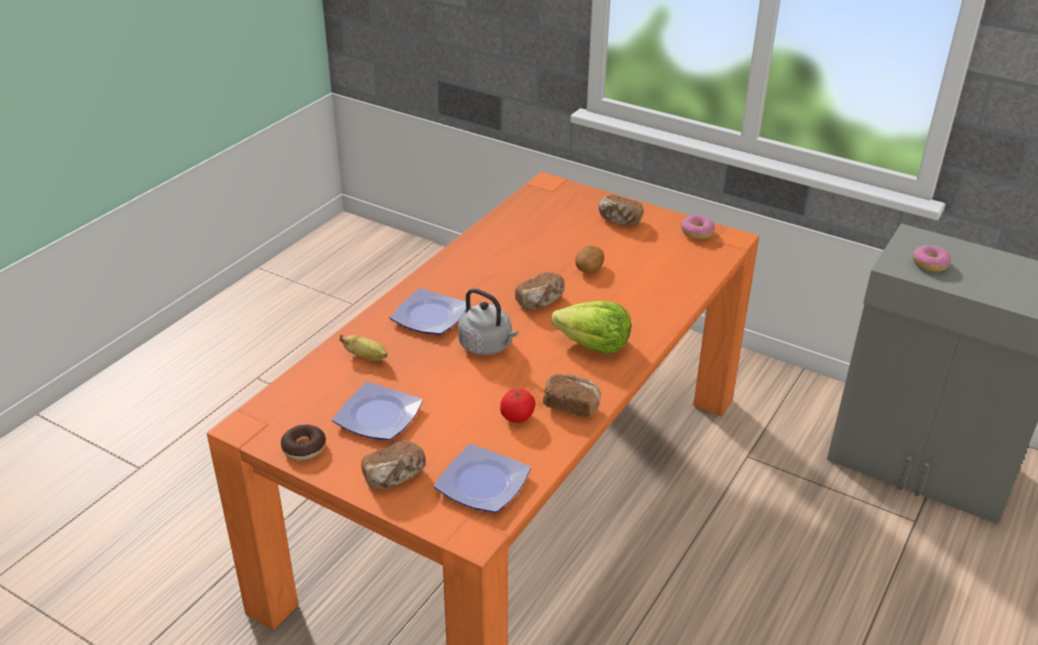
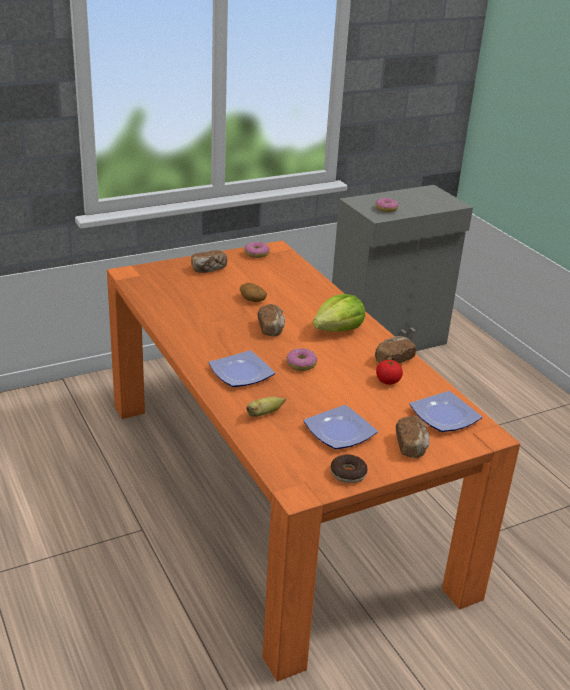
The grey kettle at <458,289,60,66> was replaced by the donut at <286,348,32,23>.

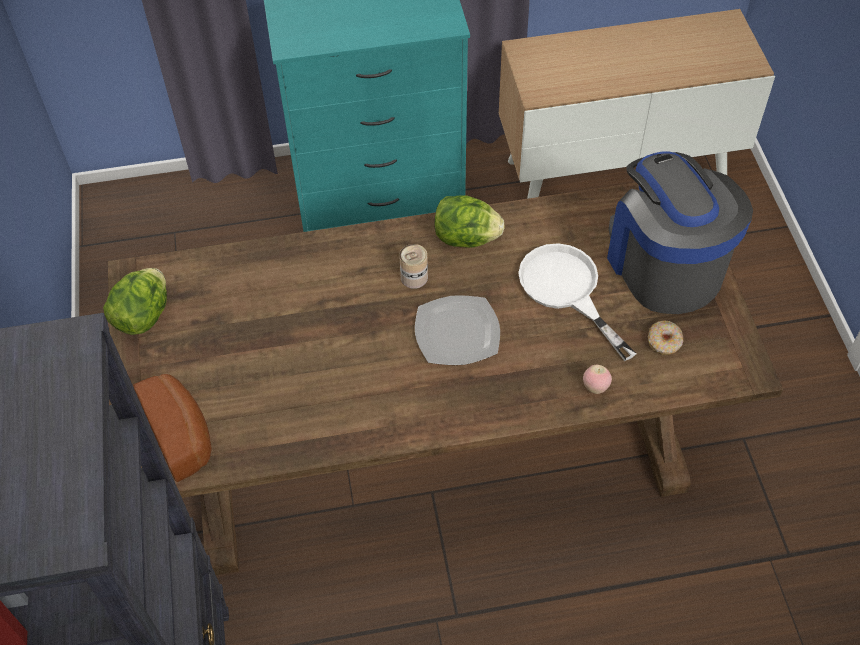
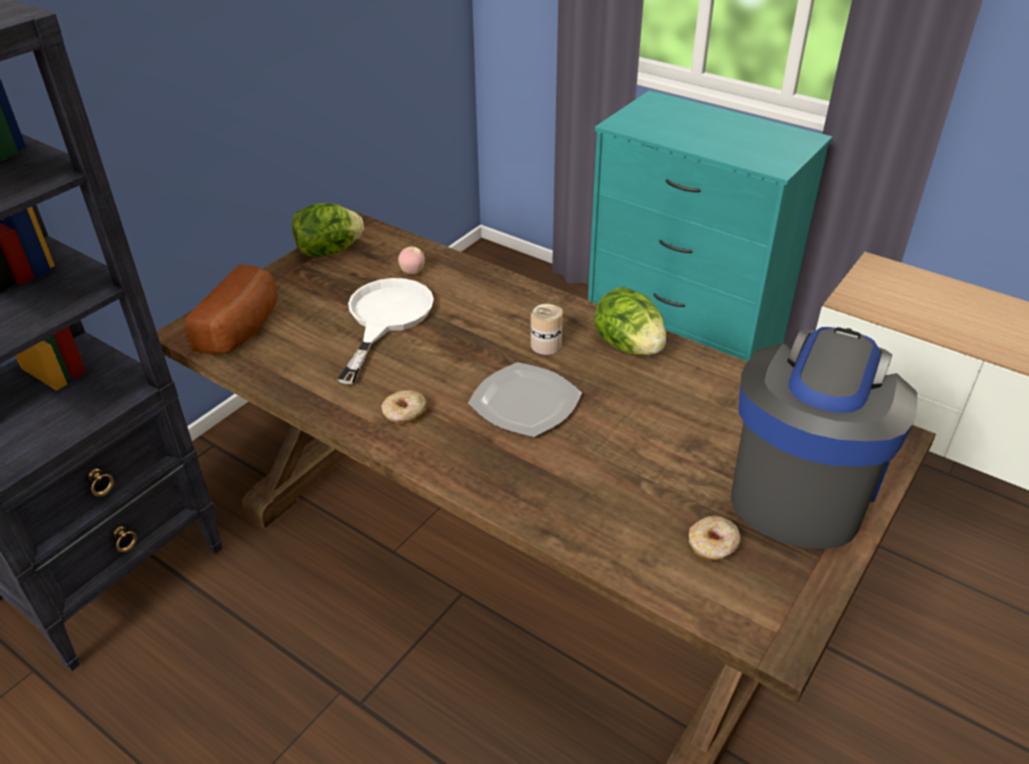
The donut at <381,390,46,34> appeared.
The white frying pan moved from <518,243,119,118> to <338,278,96,106>.
The apple moved from <583,365,29,29> to <398,247,27,28>.

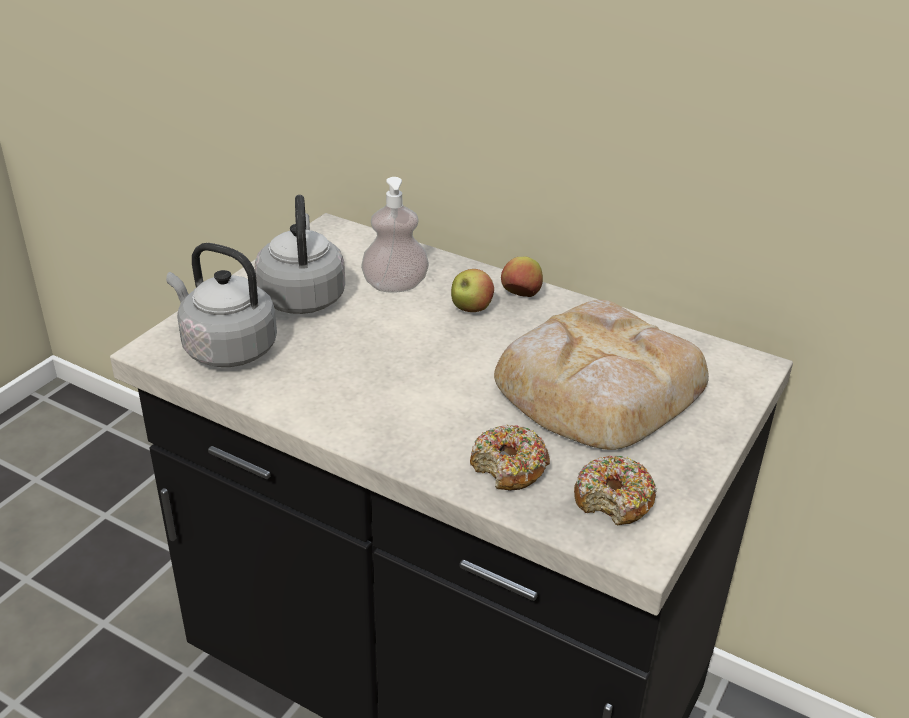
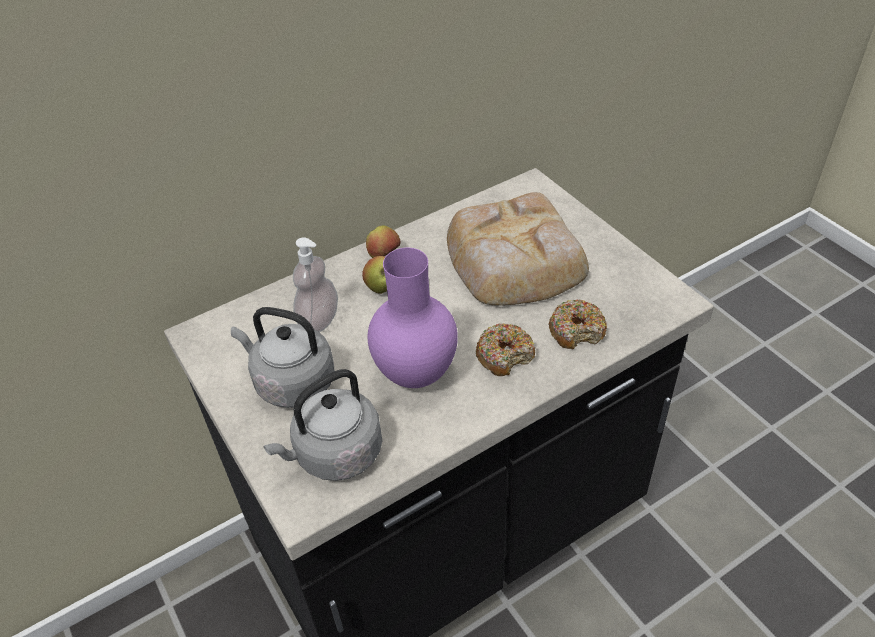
The purple vase at <368,248,90,140> appeared.
The donut moved from <574,455,84,70> to <476,323,59,53>.

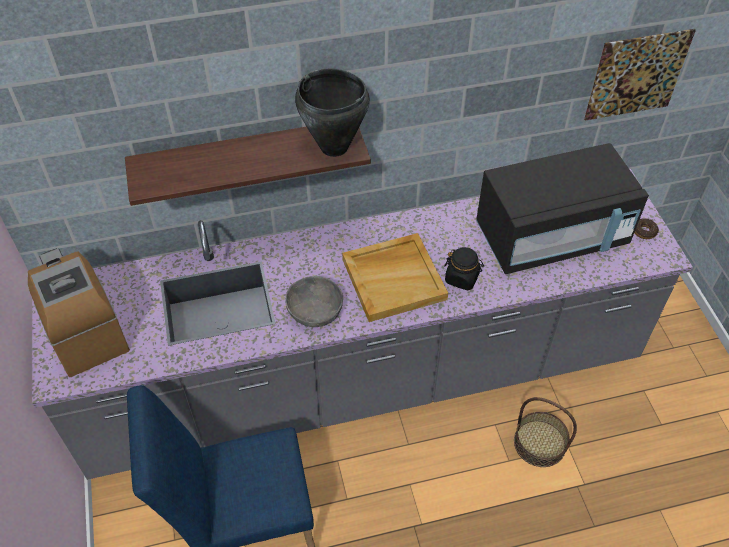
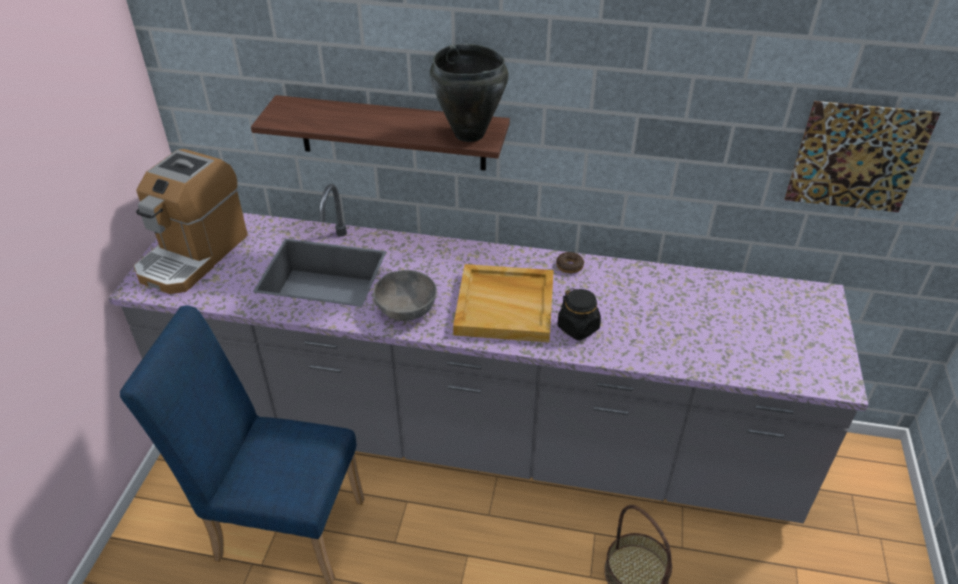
The black microwave at <476,143,173,131> disappeared.
The donut moved from <634,218,25,21> to <556,252,28,21>.
The coffee machine at <28,248,102,129> turned 150 degrees counterclockwise.

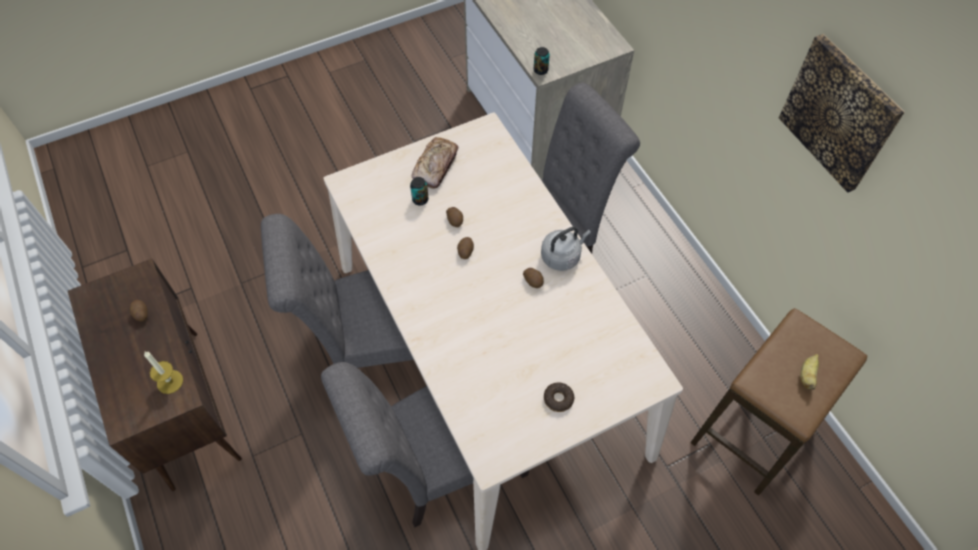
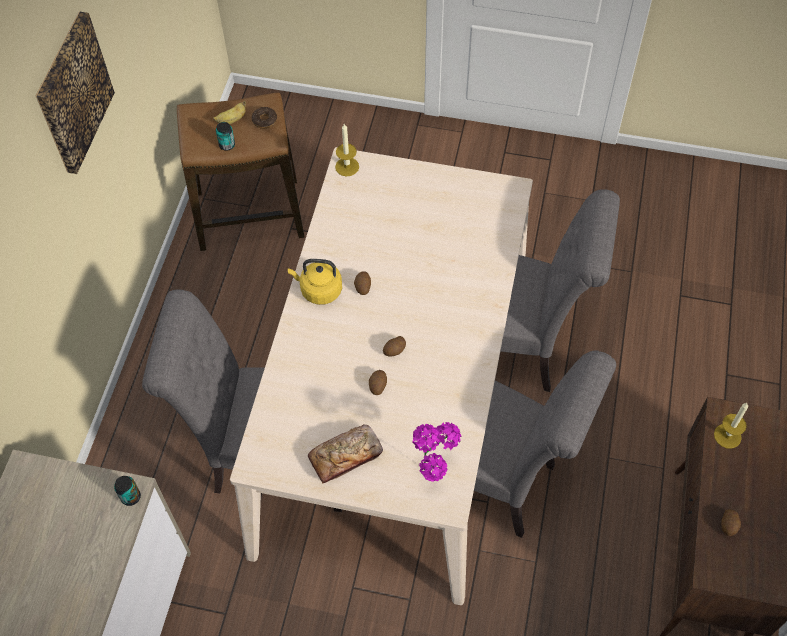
The candle at <335,124,24,52> appeared.
The potted plant at <412,422,49,60> appeared.
The can moved from <410,177,19,28> to <216,122,19,29>.
The donut moved from <544,383,30,29> to <252,107,25,22>.
The grey kettle at <541,227,50,44> became the yellow kettle at <288,259,54,46>.

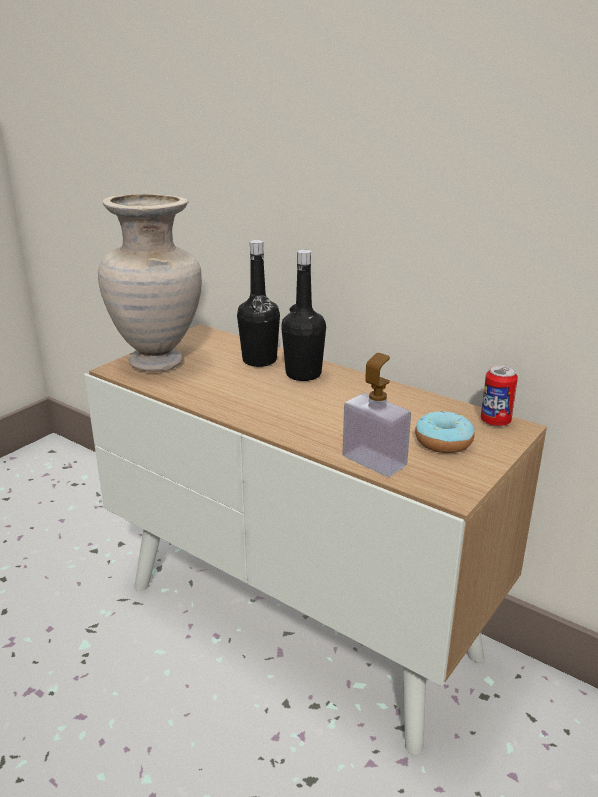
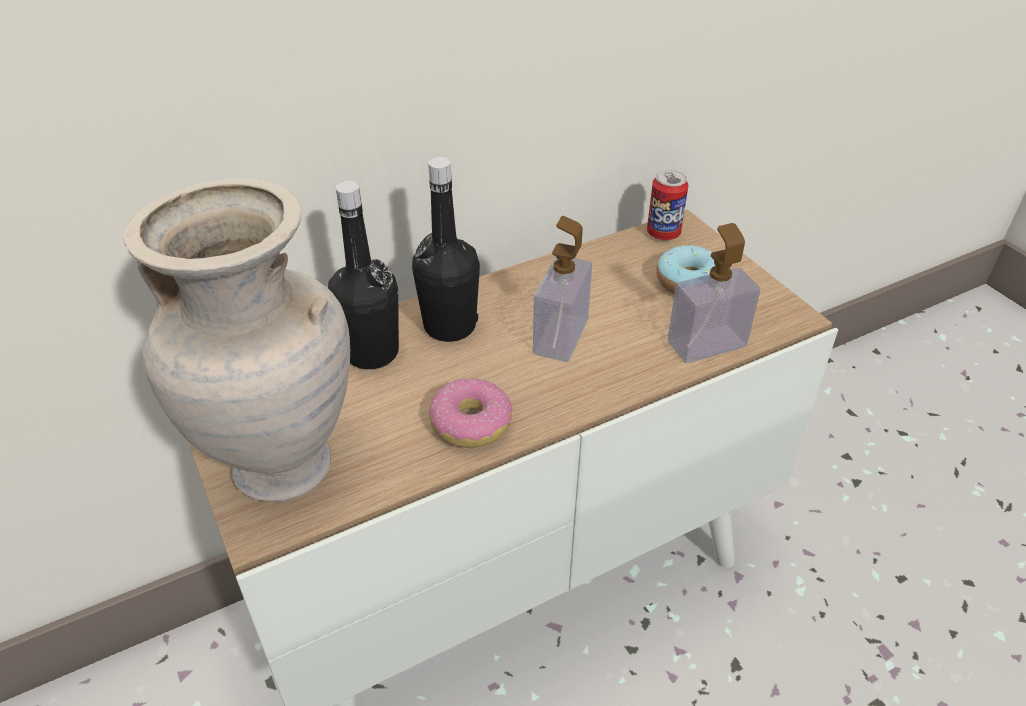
The donut at <429,378,84,70> appeared.
The soap dispenser at <533,216,59,146> appeared.

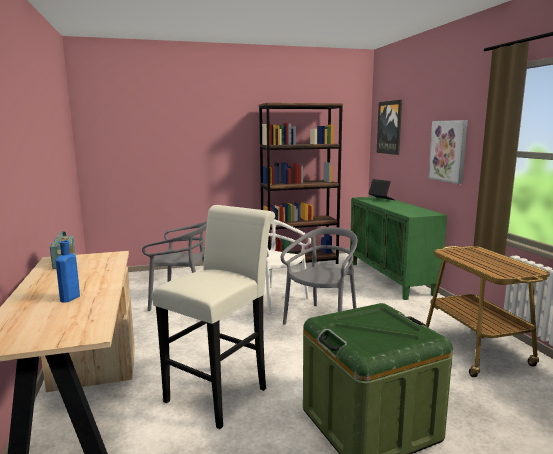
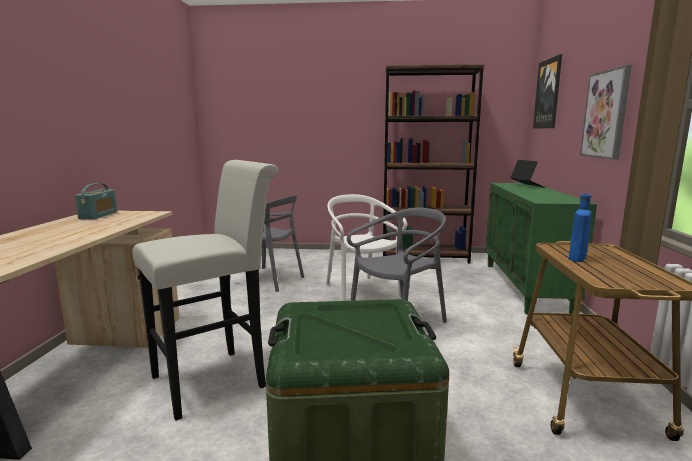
The blue bottle moved from <56,240,24,63> to <569,194,23,68>.

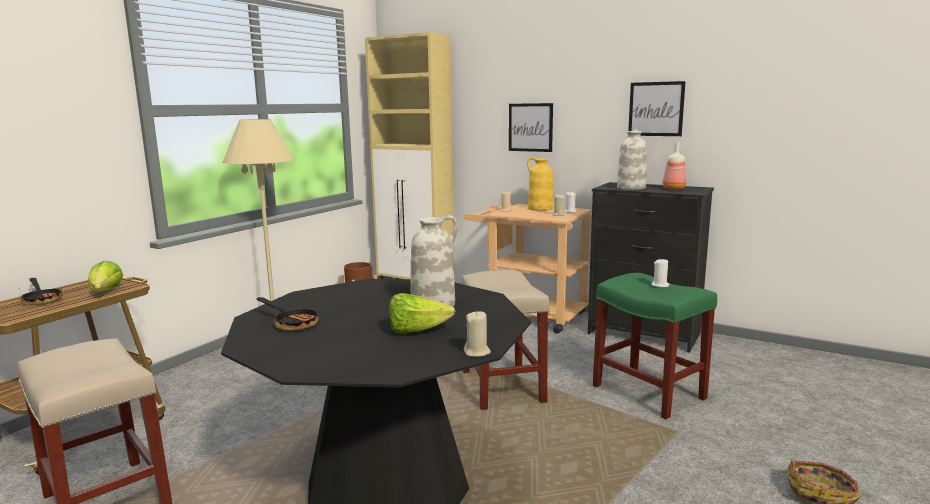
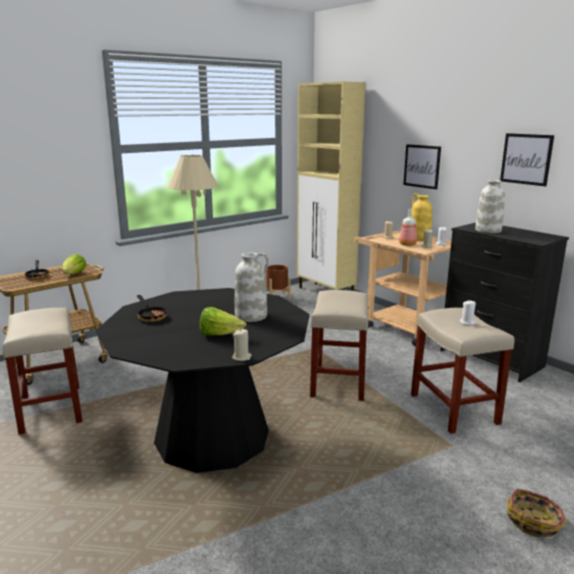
The bottle moved from <663,142,23,48> to <399,209,18,37>.
The green stool at <593,273,124,146> became the beige stool at <411,308,103,126>.

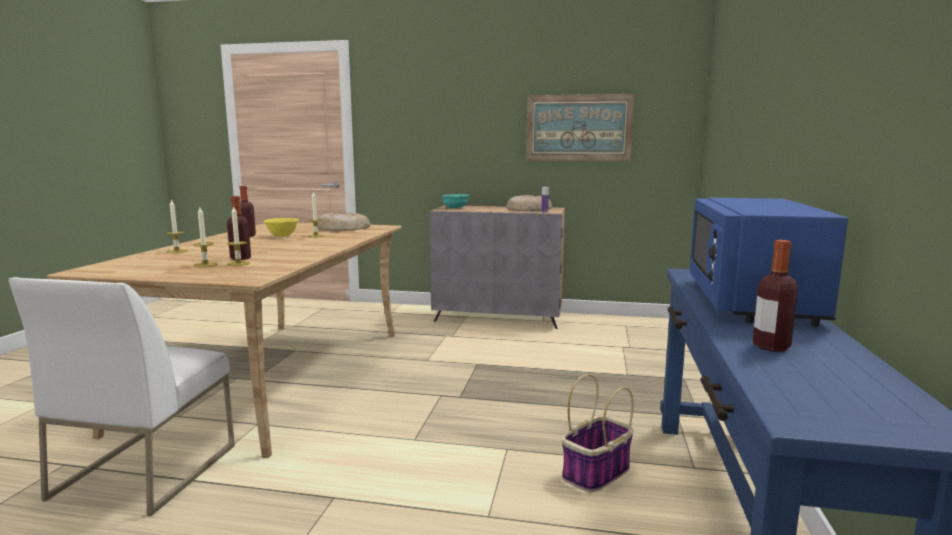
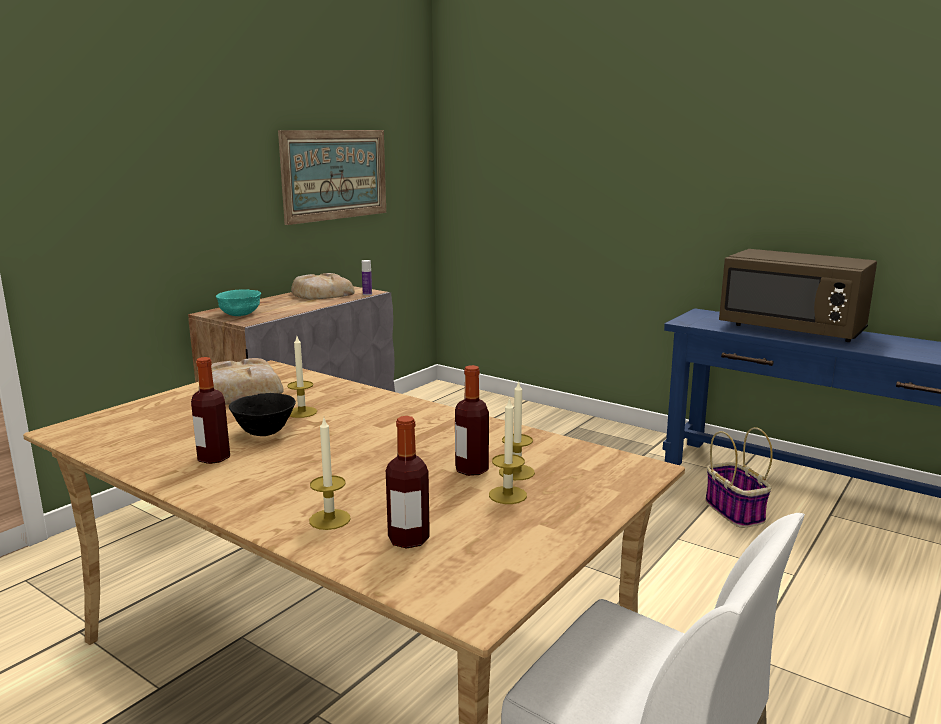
The bottle moved from <752,240,46,111> to <386,416,44,133>.
The yellow bowl at <264,218,35,19> became the black bowl at <229,393,67,43>.
The blue microwave at <690,198,158,129> became the brown microwave at <719,249,158,93>.

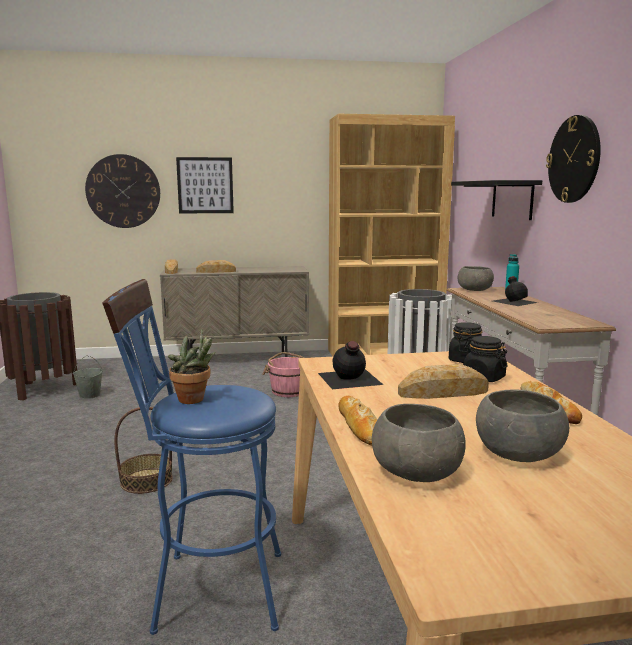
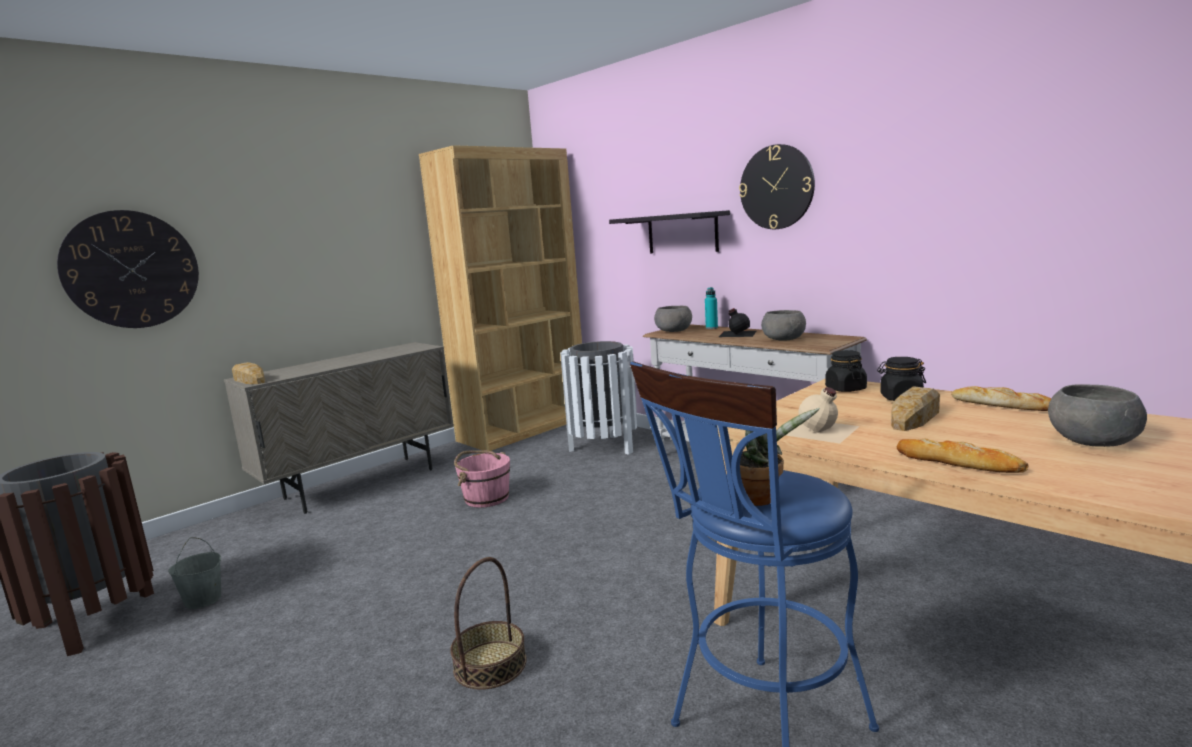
The picture at <176,157,58,56> disappeared.
The bread at <196,260,40,13> disappeared.
The grey bowl moved from <372,404,94,78> to <761,310,45,30>.
The black bottle at <318,341,65,48> became the beige bottle at <786,387,74,57>.

